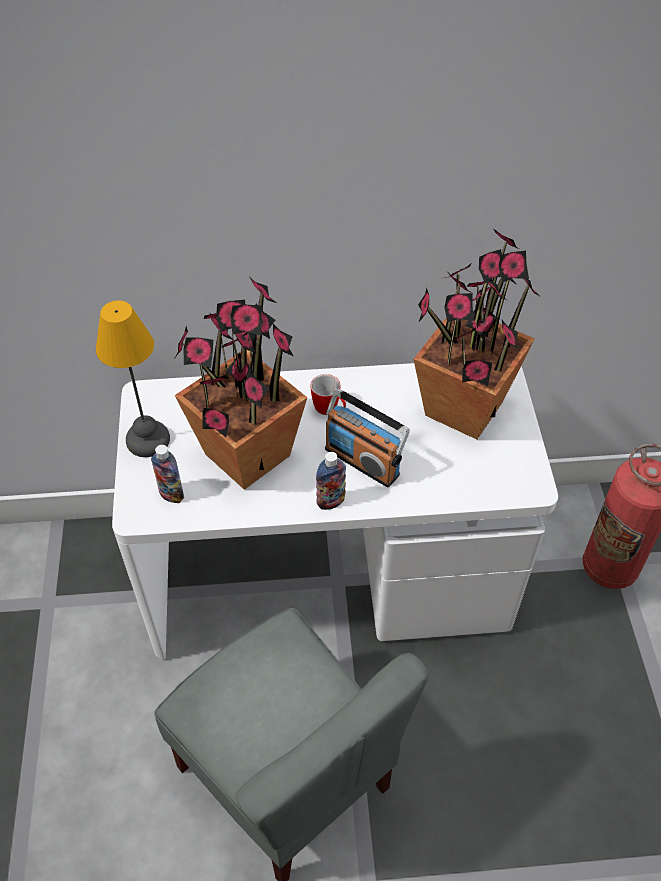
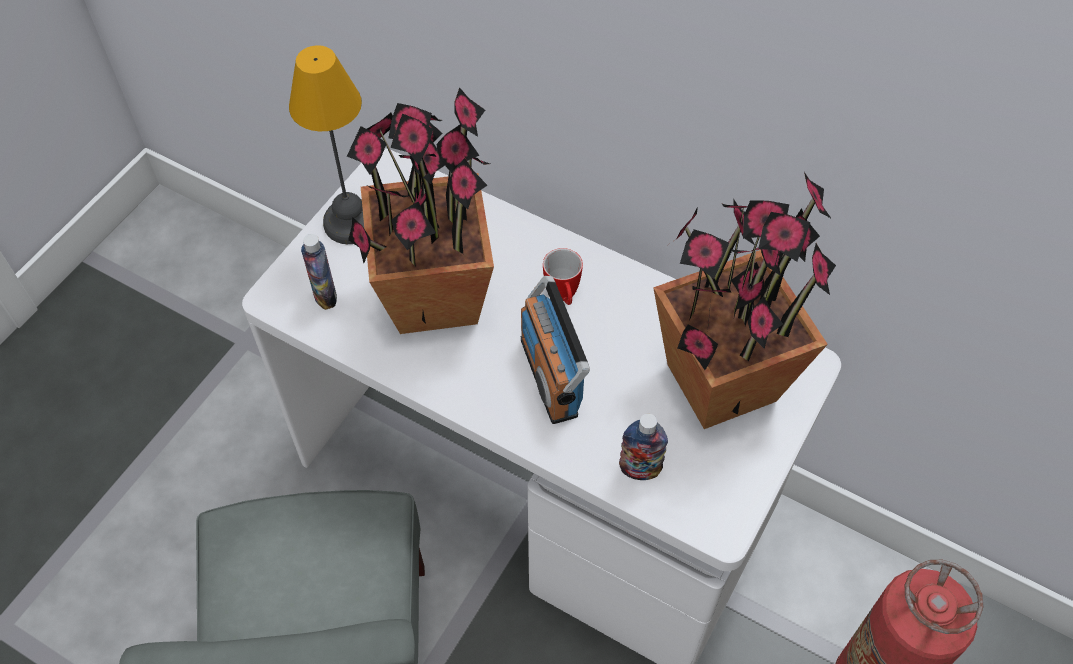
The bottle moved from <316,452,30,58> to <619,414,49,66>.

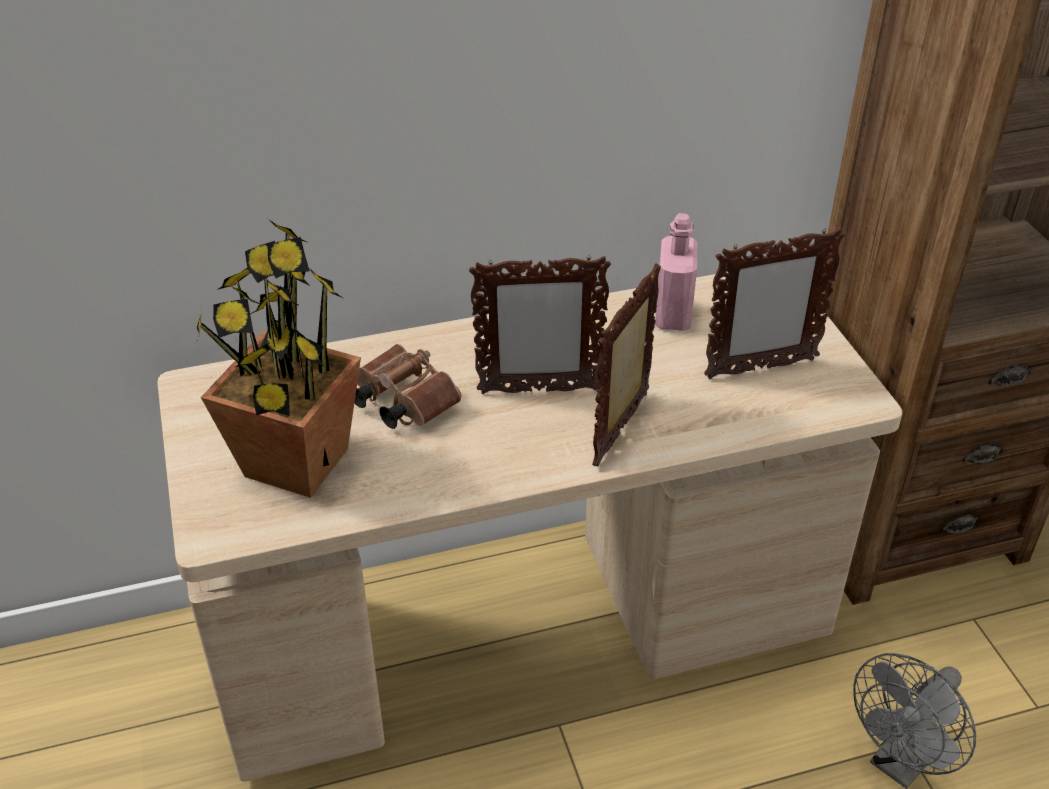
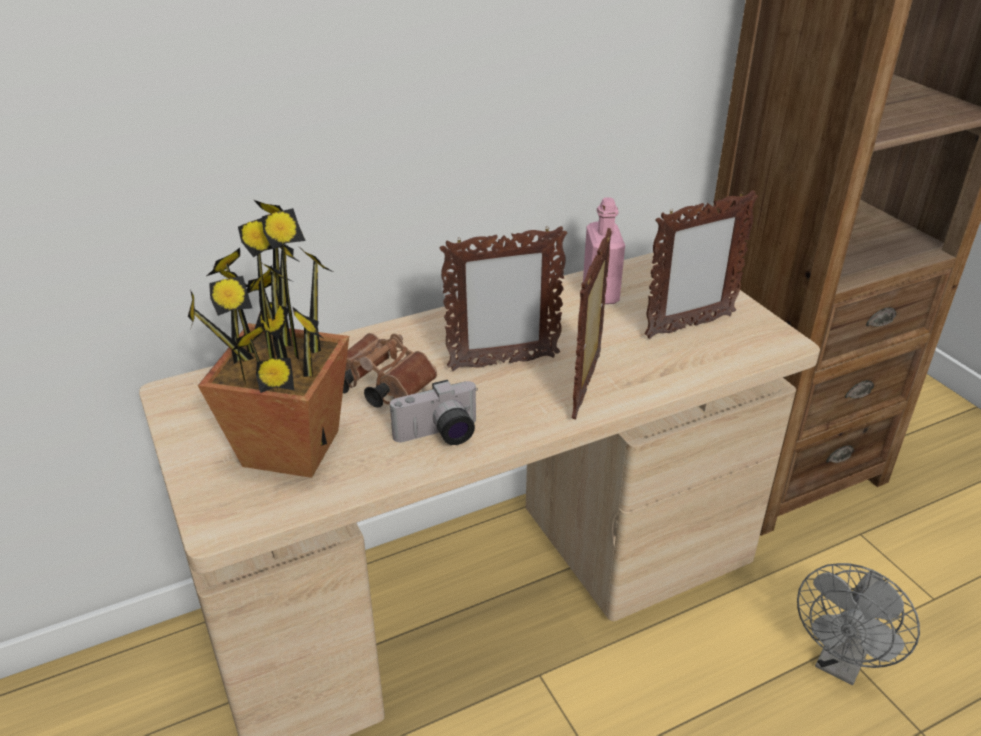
The photo camera at <390,380,88,65> appeared.

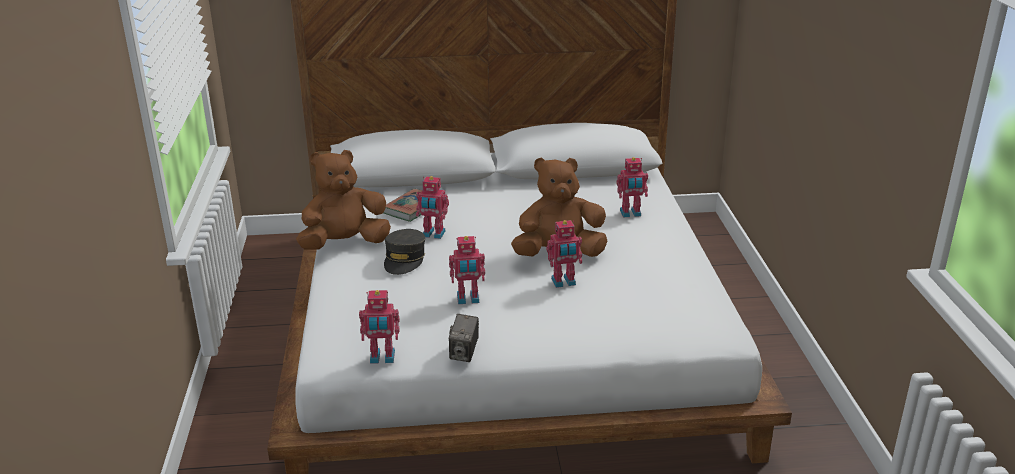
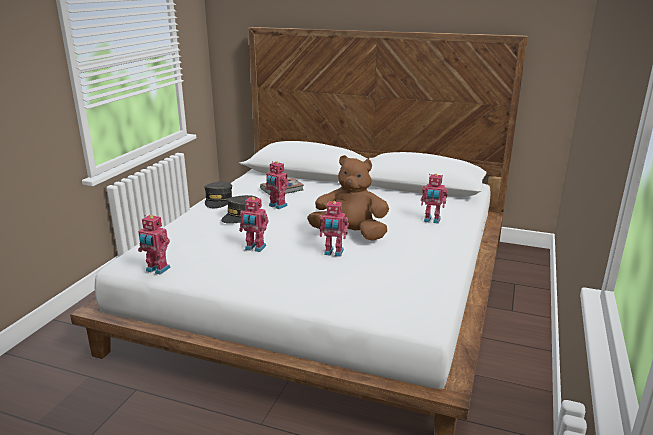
The photo camera at <449,314,30,48> disappeared.
The brown plush toy at <296,150,95,100> was replaced by the grey cap at <204,182,28,26>.

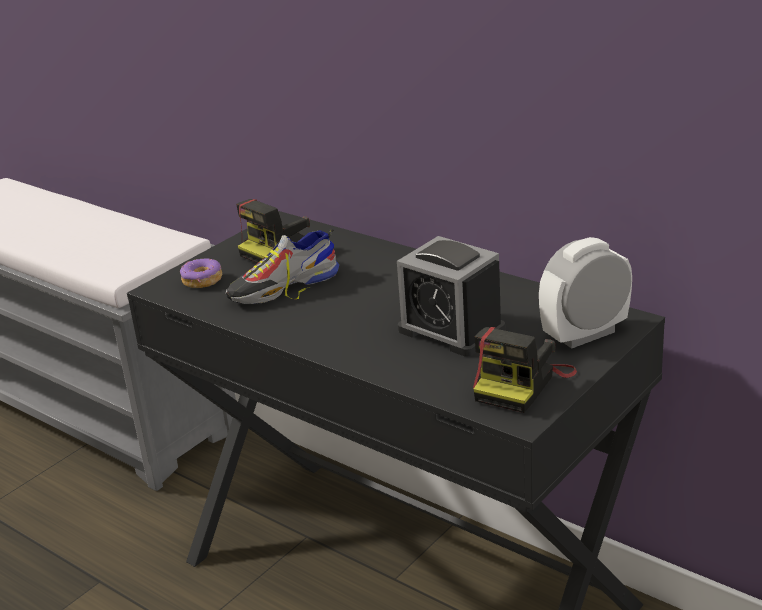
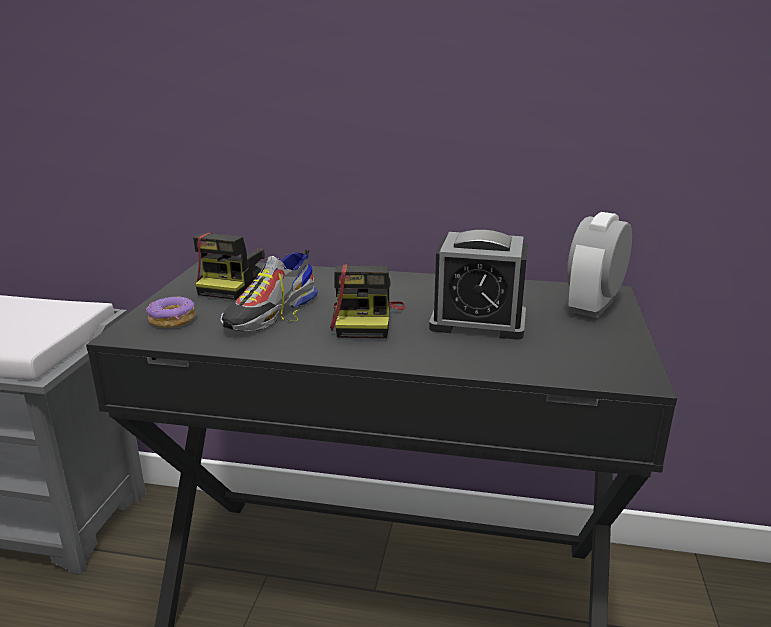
The photo camera moved from <473,327,104,86> to <330,264,76,74>.

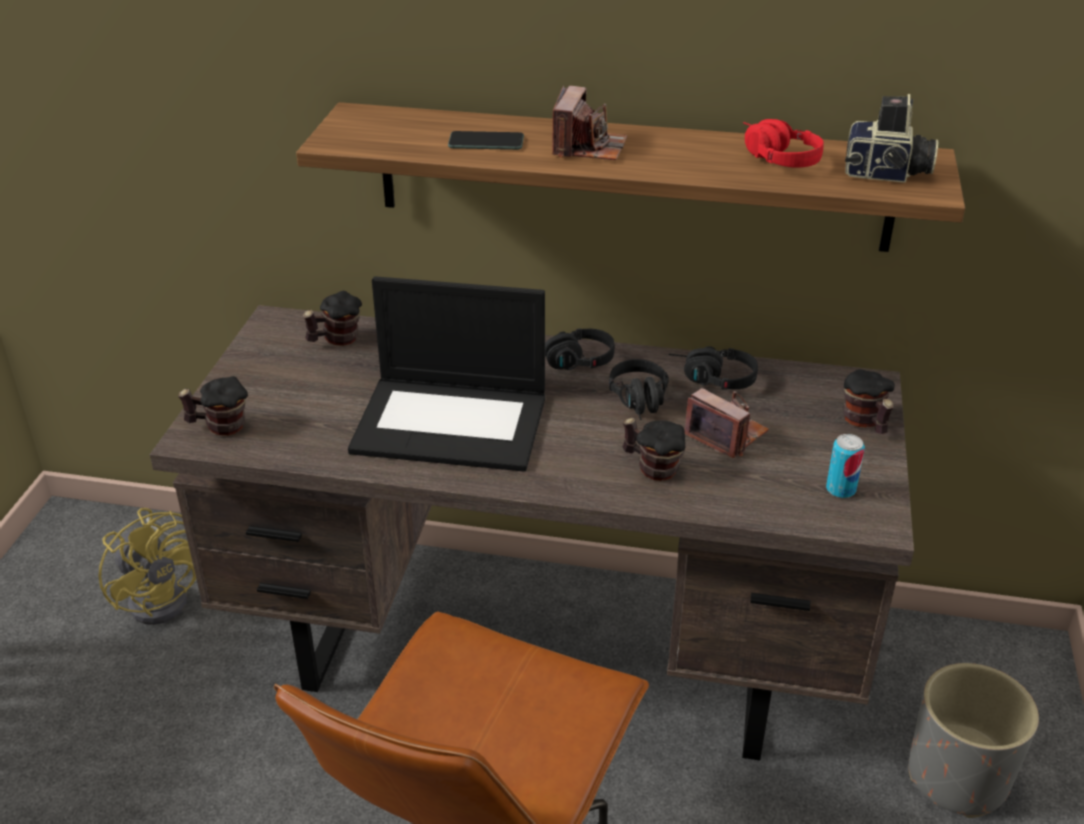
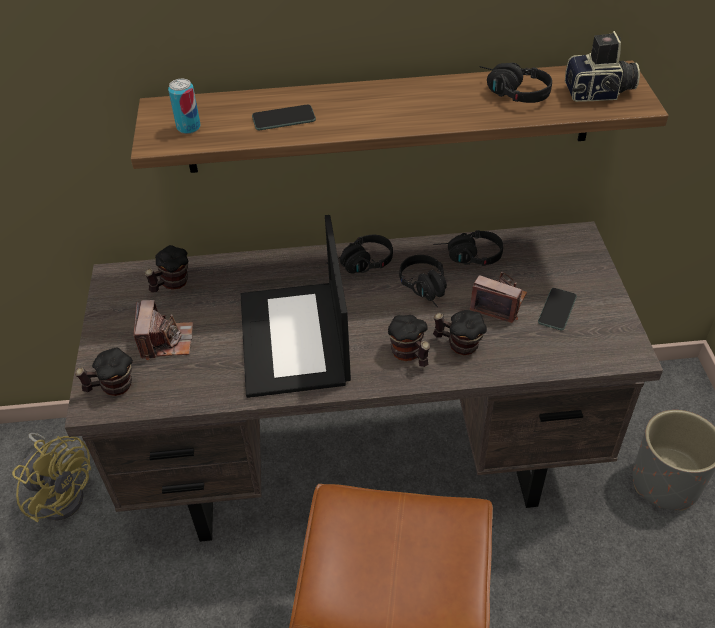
The phone at <538,288,39,42> appeared.
The photo camera moved from <552,86,75,74> to <134,300,59,60>.
The can moved from <826,434,39,64> to <168,79,33,55>.
The mug moved from <843,369,52,65> to <388,315,42,52>.
The red headphones at <743,119,81,49> became the black headphones at <479,63,73,40>.
The laptop at <348,276,197,196> turned 90 degrees clockwise.

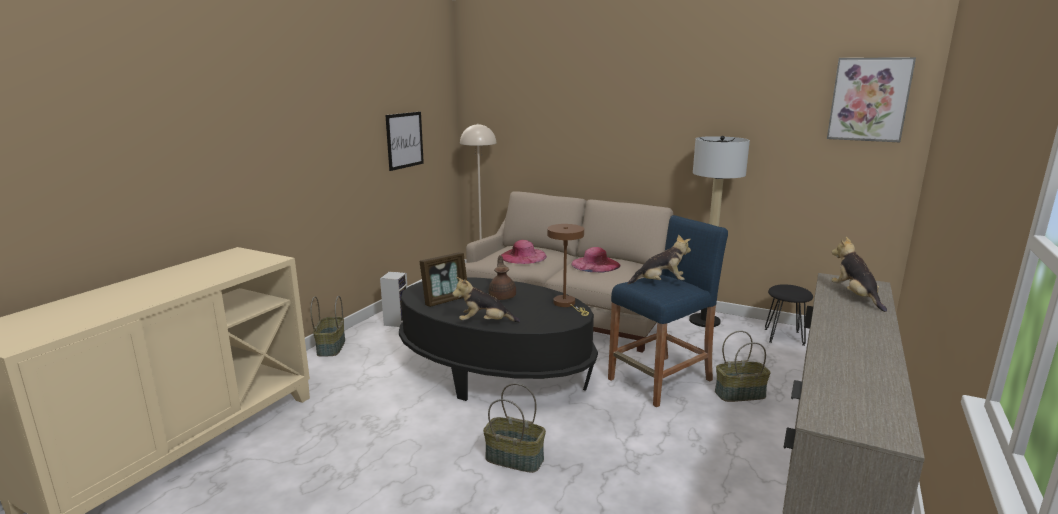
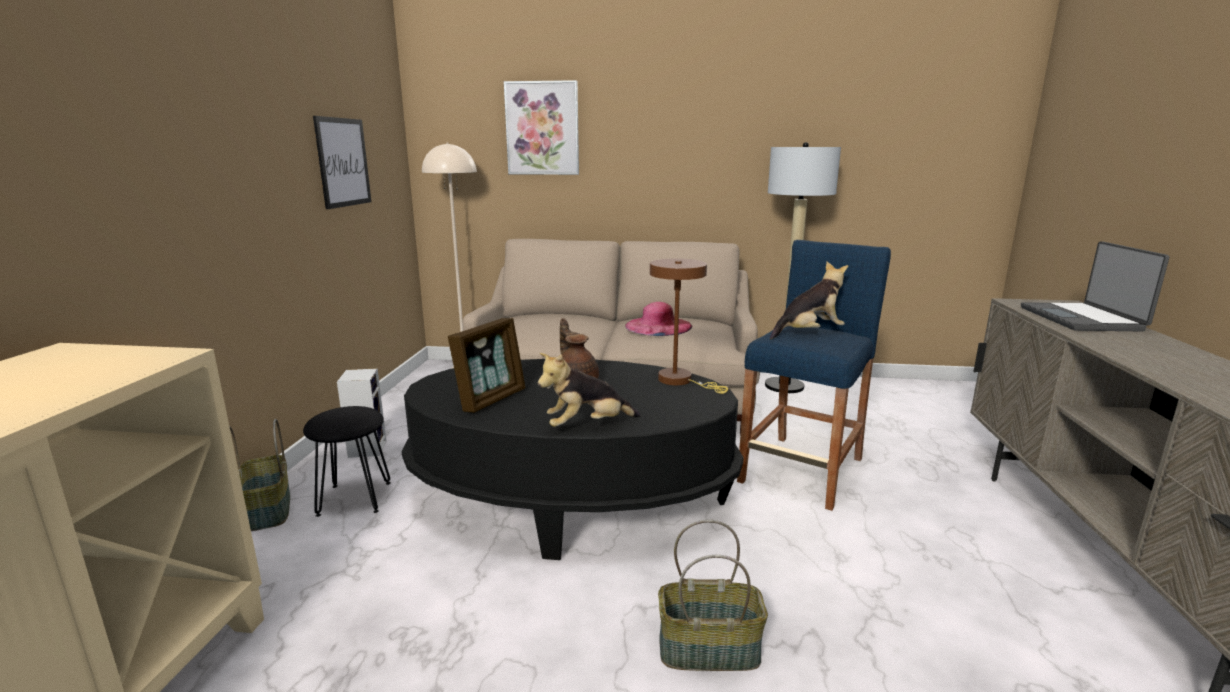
The pink hat at <501,240,46,24> disappeared.
The basket at <715,331,56,71> disappeared.
The black stool moved from <765,284,48,62> to <303,406,88,111>.
The picture moved from <827,57,89,85> to <504,80,75,95>.
The plush toy at <832,237,55,75> was replaced by the laptop at <1021,241,148,91>.

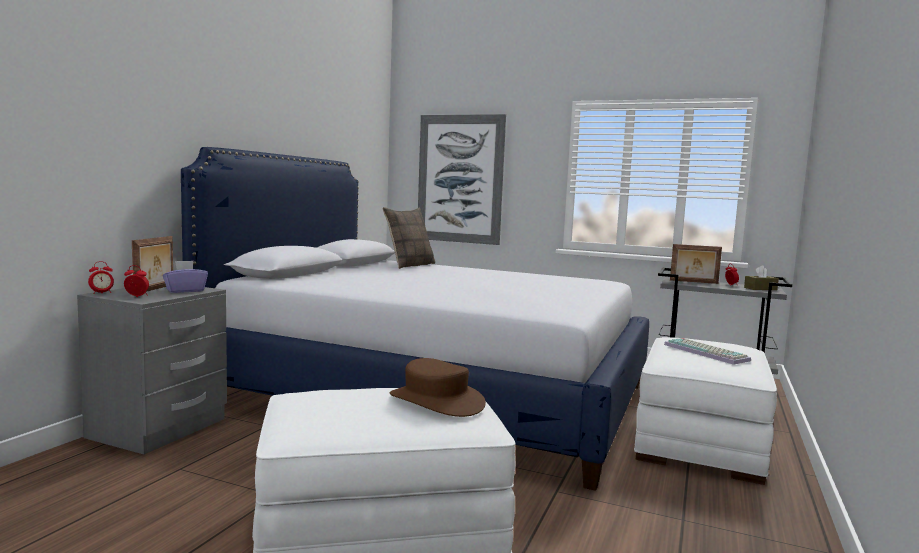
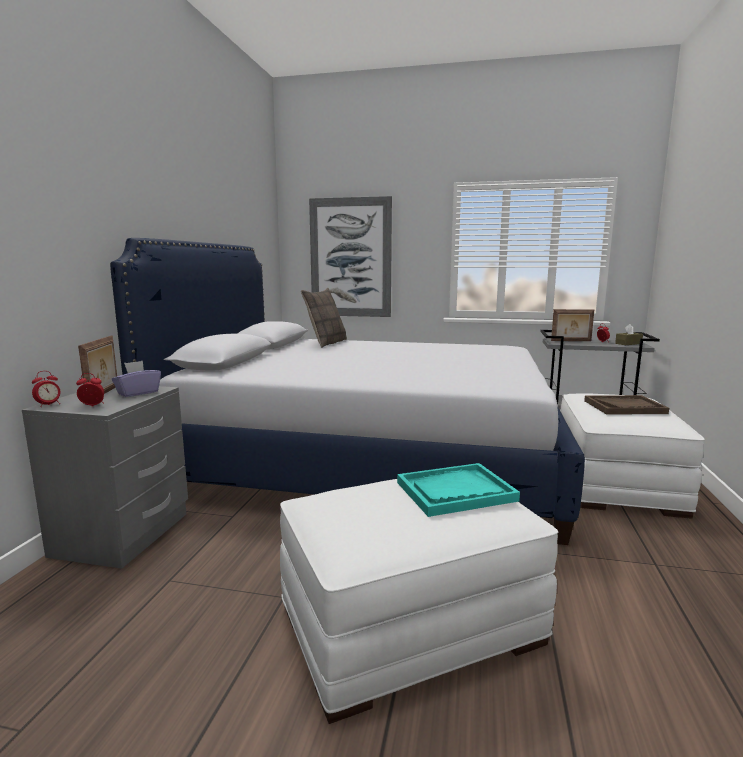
The brown hat at <390,358,96,59> was replaced by the turquoise tray at <397,463,123,54>.
The keyboard at <664,338,87,27> was replaced by the brown tray at <584,395,85,20>.

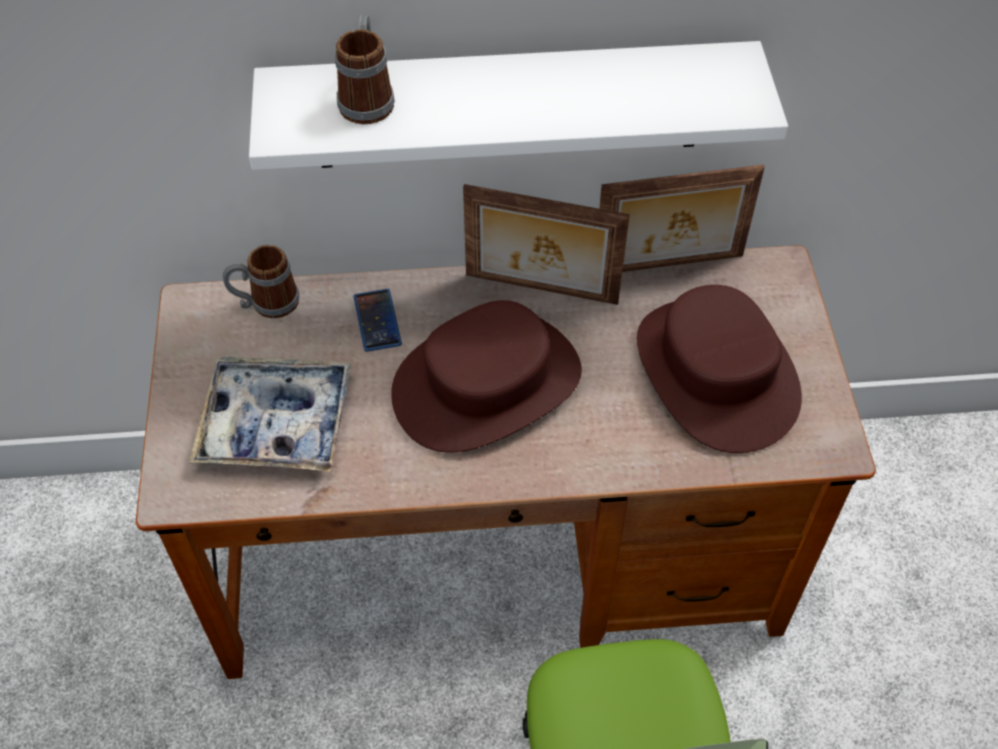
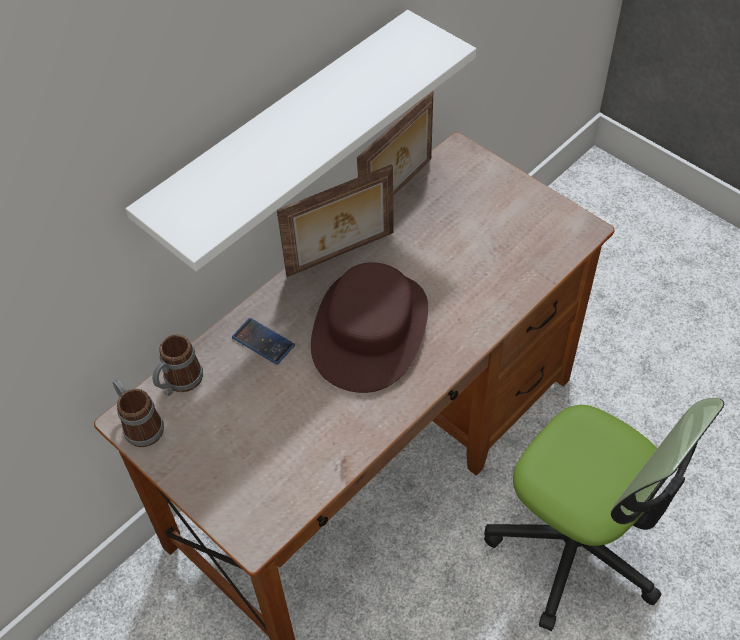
The tray at <189,357,162,115> disappeared.
The brown hat at <637,285,165,168> disappeared.
The mug moved from <335,15,60,109> to <113,379,51,68>.

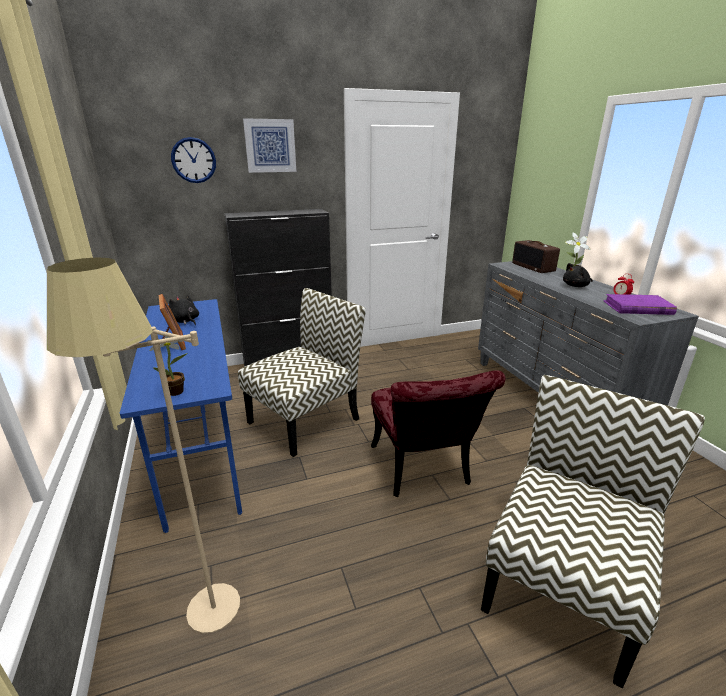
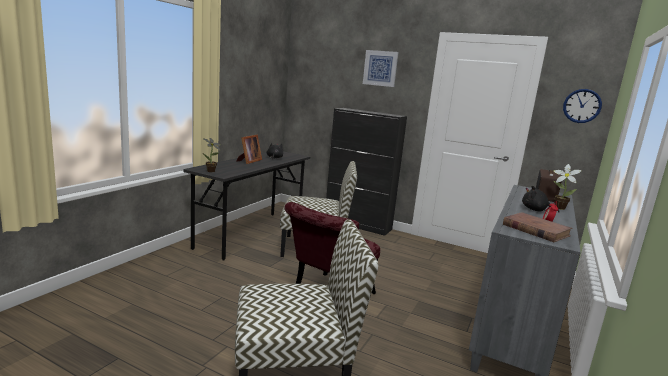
The beige floor lamp at <47,257,193,376> disappeared.
The wall clock moved from <171,137,45,46> to <563,89,39,34>.
The blue desk at <120,299,122,234> became the grey desk at <183,151,127,109>.
The purple book at <603,294,74,21> became the brown book at <503,212,69,30>.

